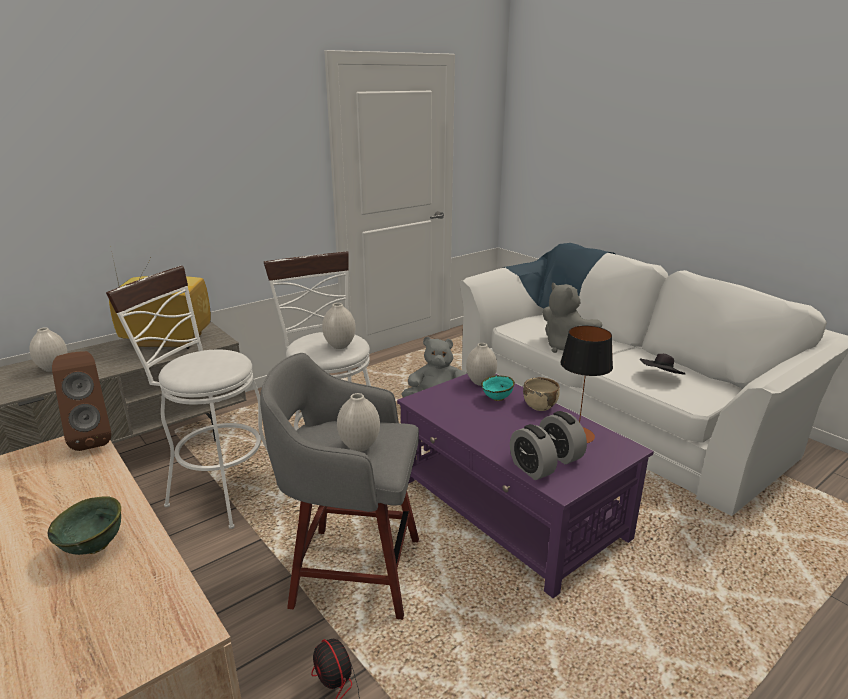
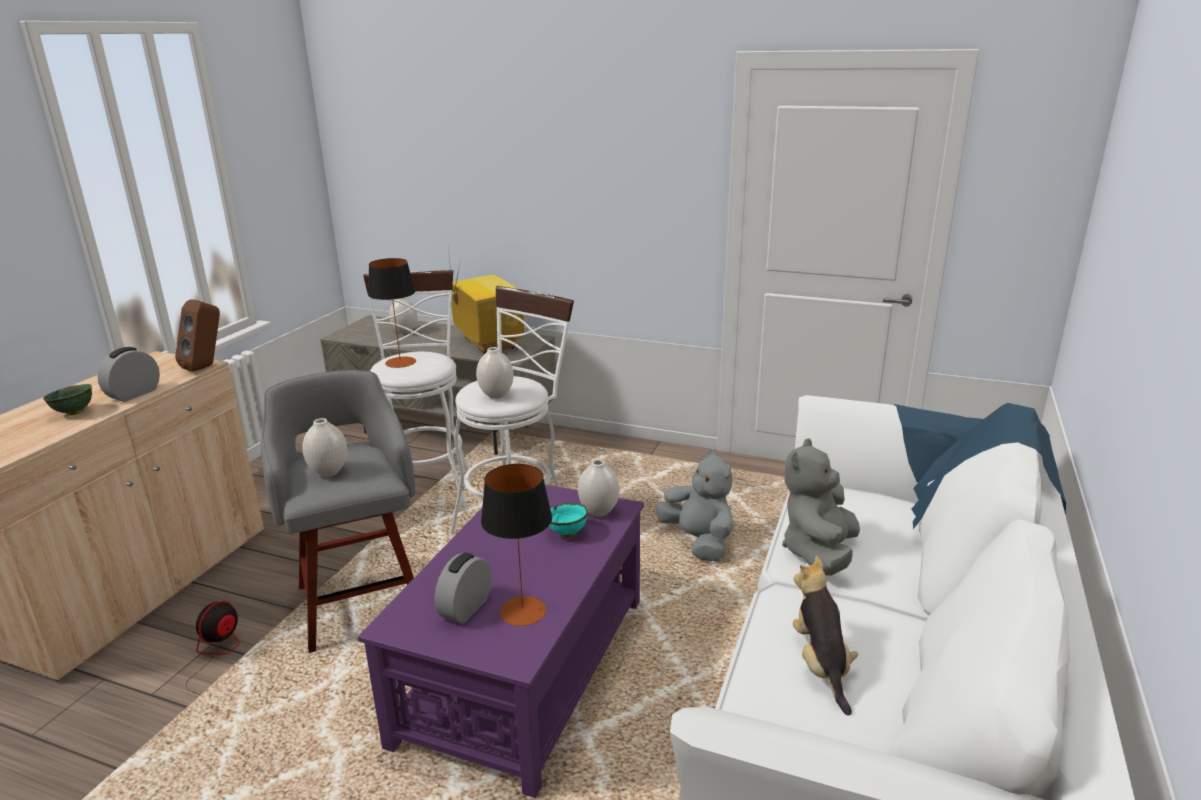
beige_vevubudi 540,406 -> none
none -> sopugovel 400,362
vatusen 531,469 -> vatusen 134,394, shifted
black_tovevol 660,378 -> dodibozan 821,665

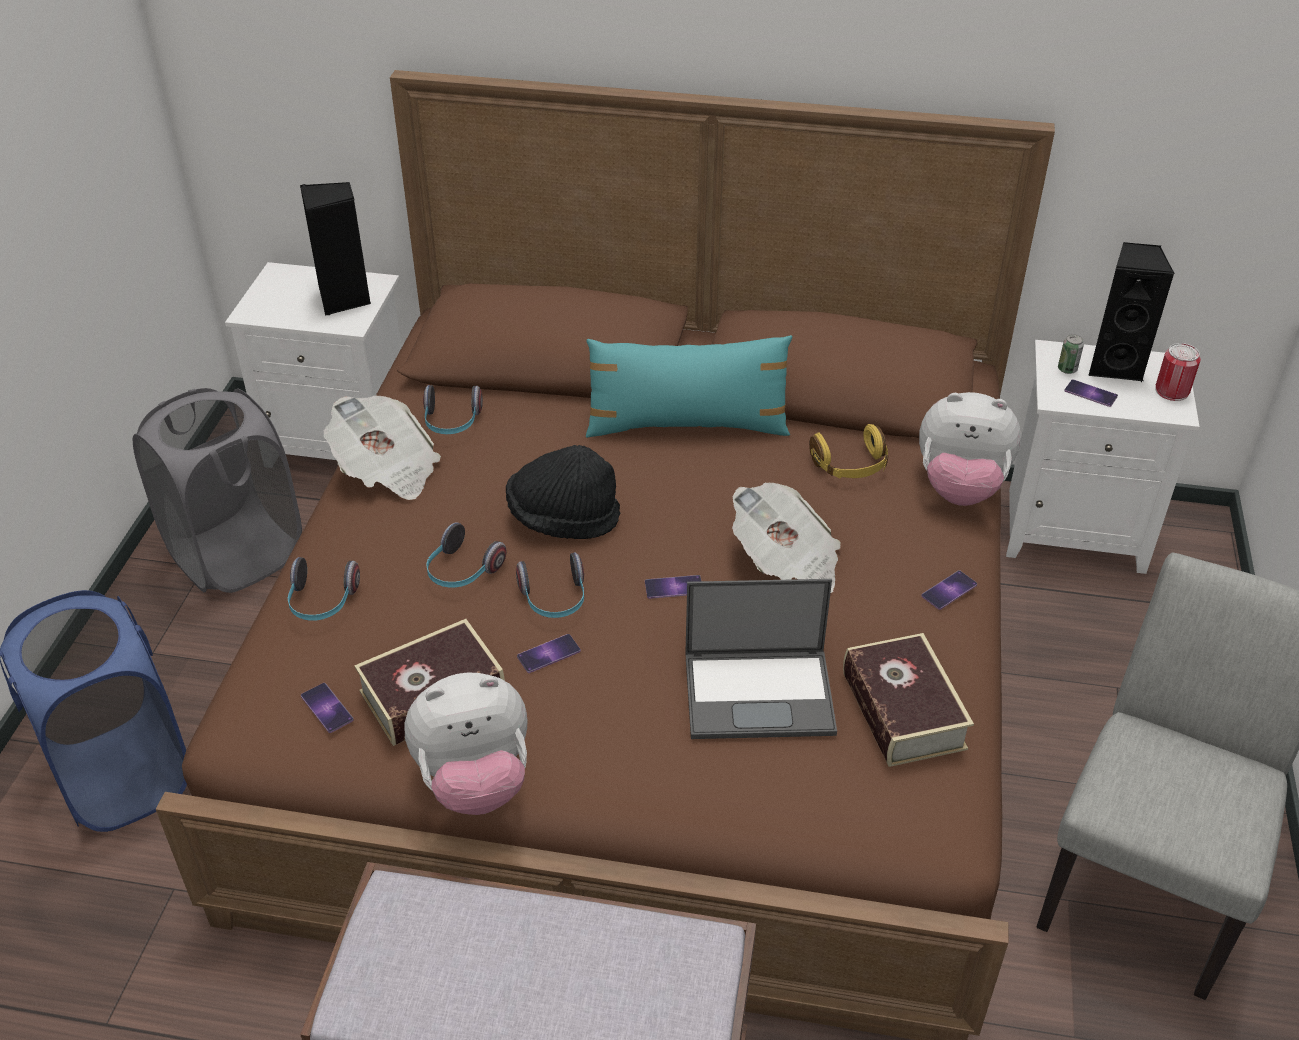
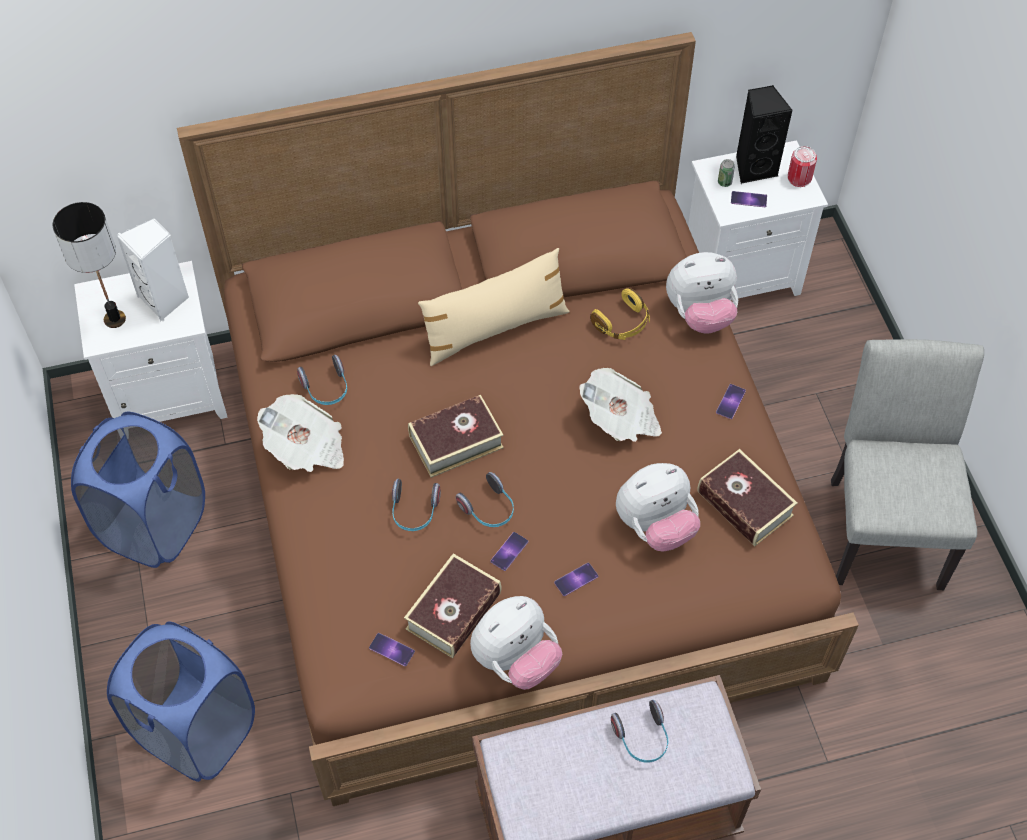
none -> sopugovel 115,320
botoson 322,602 -> botoson 642,738, shifted
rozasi 674,587 -> rozasi 576,579, shifted
black_tovevol 563,518 -> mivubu 456,442
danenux 761,693 -> dodibozan 655,526
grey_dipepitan 236,555 -> blue_dipepitan 154,526
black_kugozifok 344,299 -> white_kugozifok 165,300
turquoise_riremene 687,425 -> beige_riremene 495,329

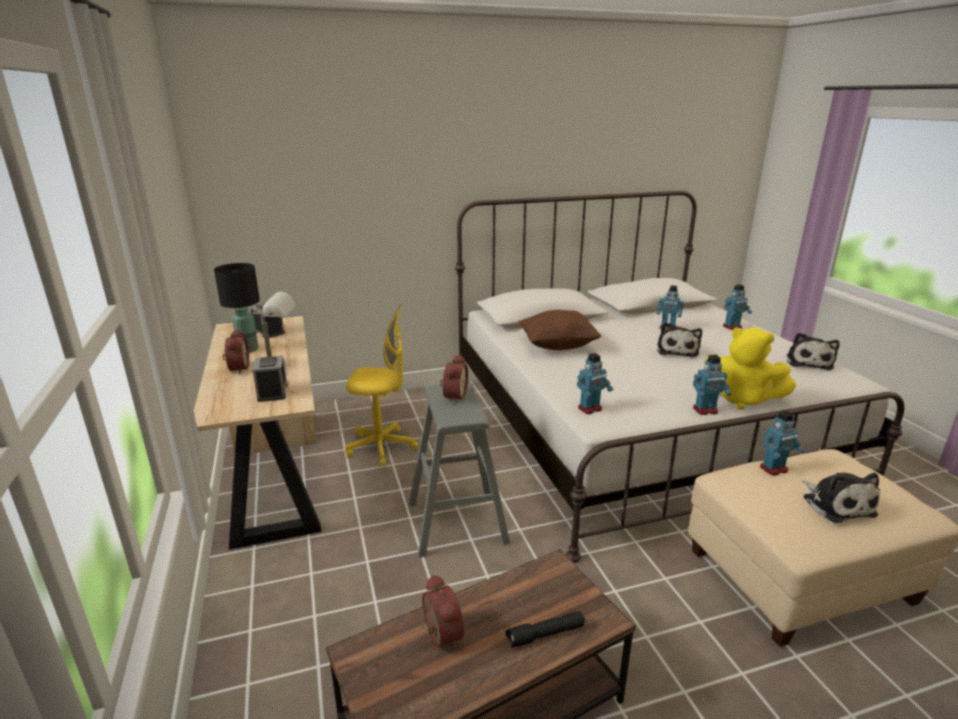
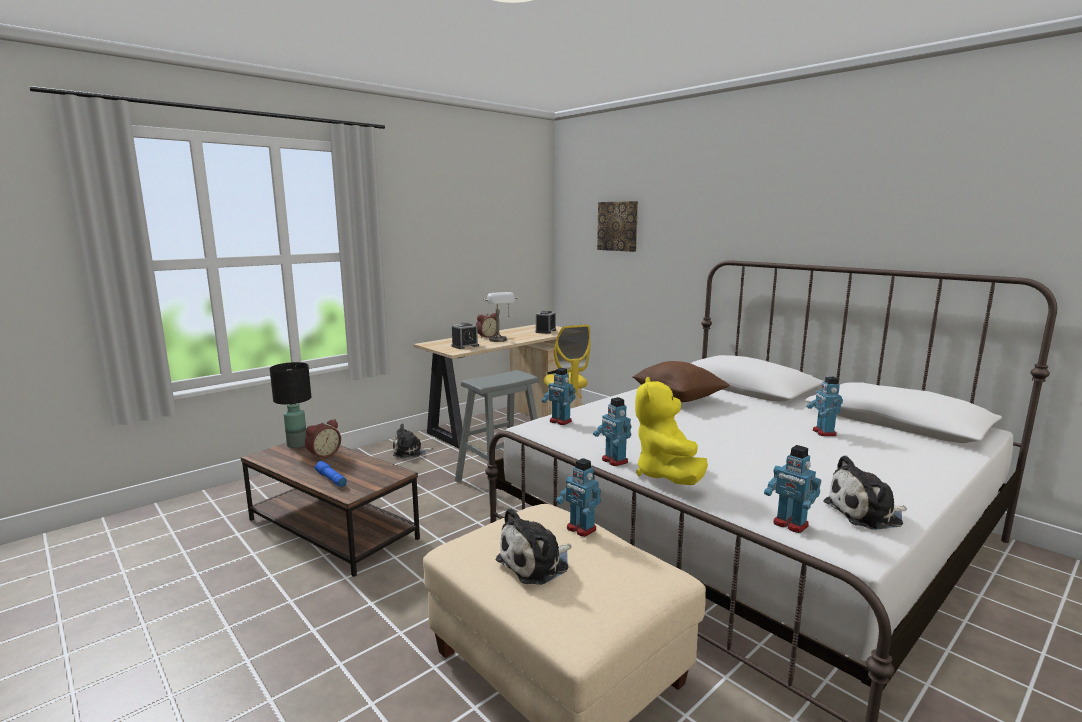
vatusen 453,396 -> none
none -> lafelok 618,226
black_sopugovel 248,349 -> black_sopugovel 296,445, shifted
dodibozan 677,350 -> dodibozan 410,452, shifted
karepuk 732,327 -> karepuk 790,524, shifted
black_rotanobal 545,635 -> blue_rotanobal 330,479

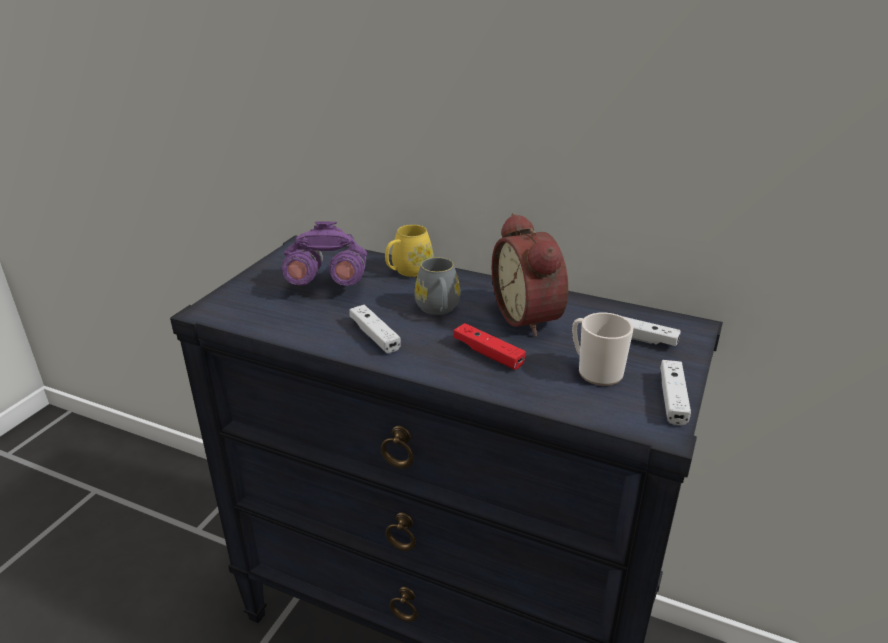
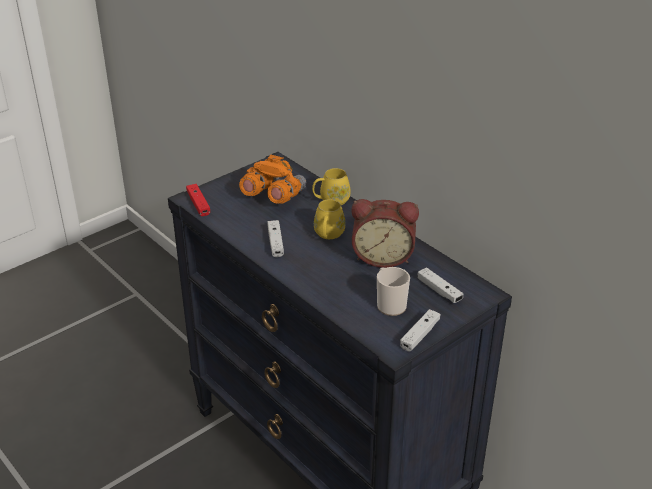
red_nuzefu 488,354 -> red_nuzefu 198,204, shifted
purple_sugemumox 328,283 -> orange_sugemumox 273,196
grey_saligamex 438,309 -> yellow_saligamex 328,235
vatusen 531,317 -> vatusen 383,256, 90 degrees counterclockwise

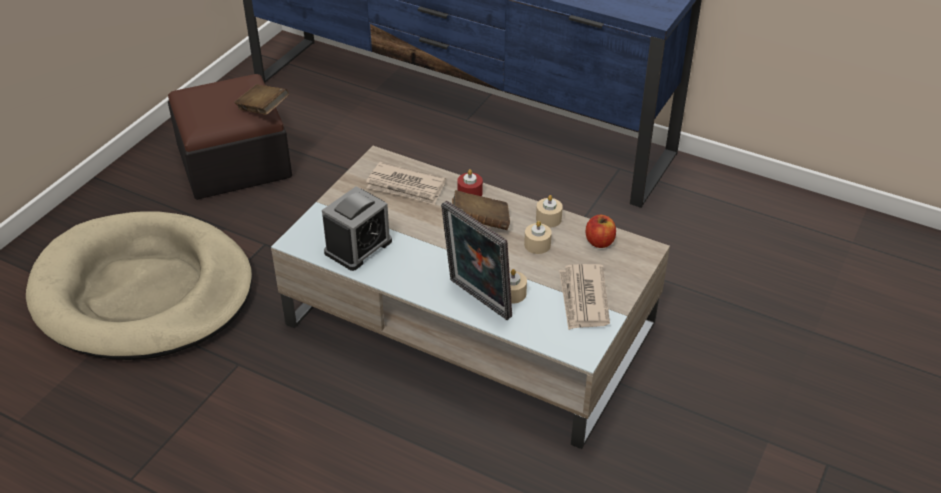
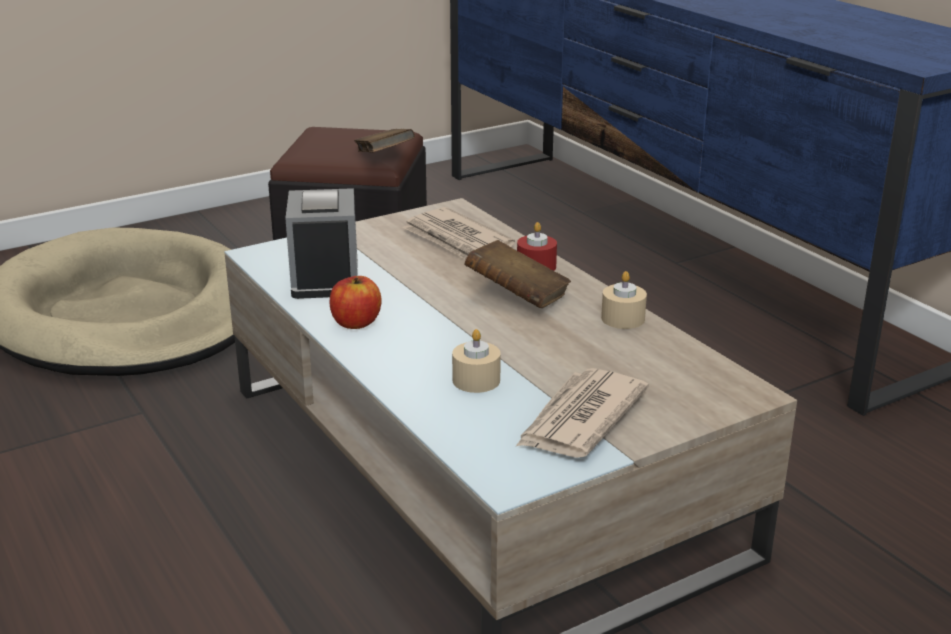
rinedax 477,300 -> none
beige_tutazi 537,245 -> none
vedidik 599,241 -> vedidik 356,323, shifted
vatusen 358,247 -> vatusen 325,277, 75 degrees counterclockwise

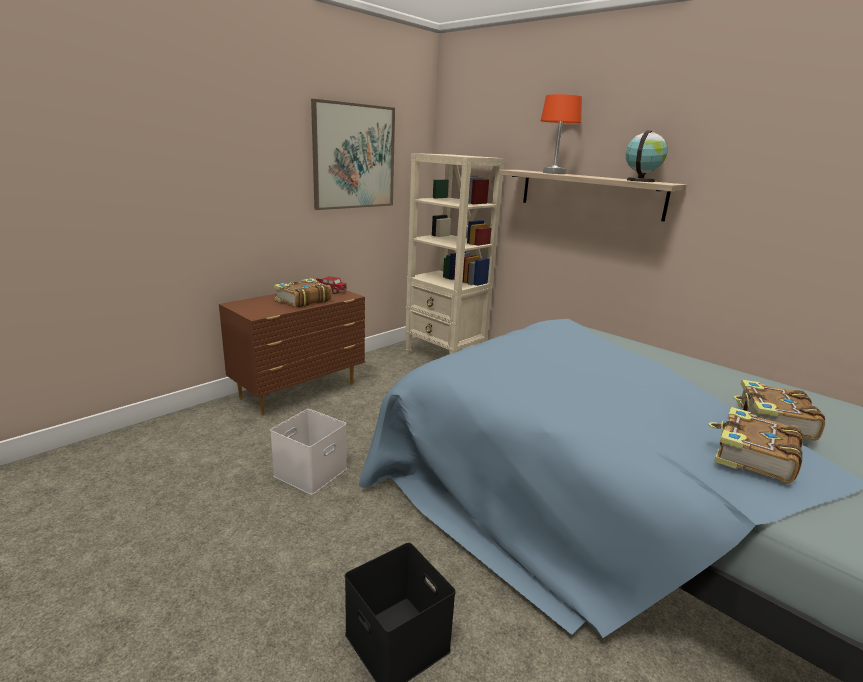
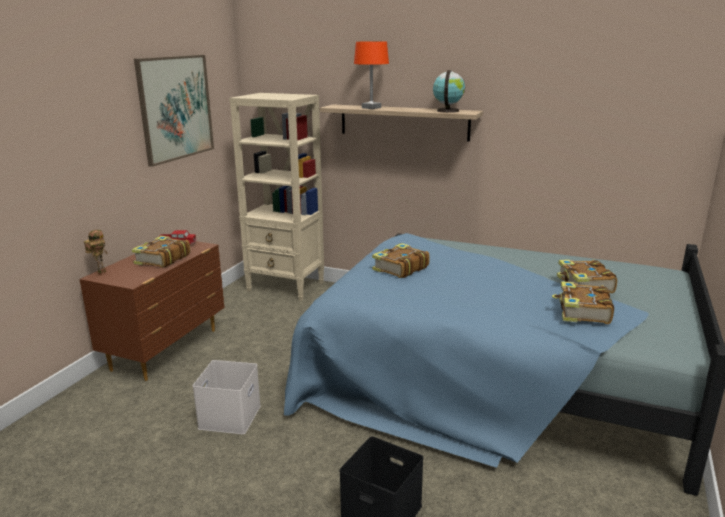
none -> karepuk 101,273
none -> mivubu 399,268

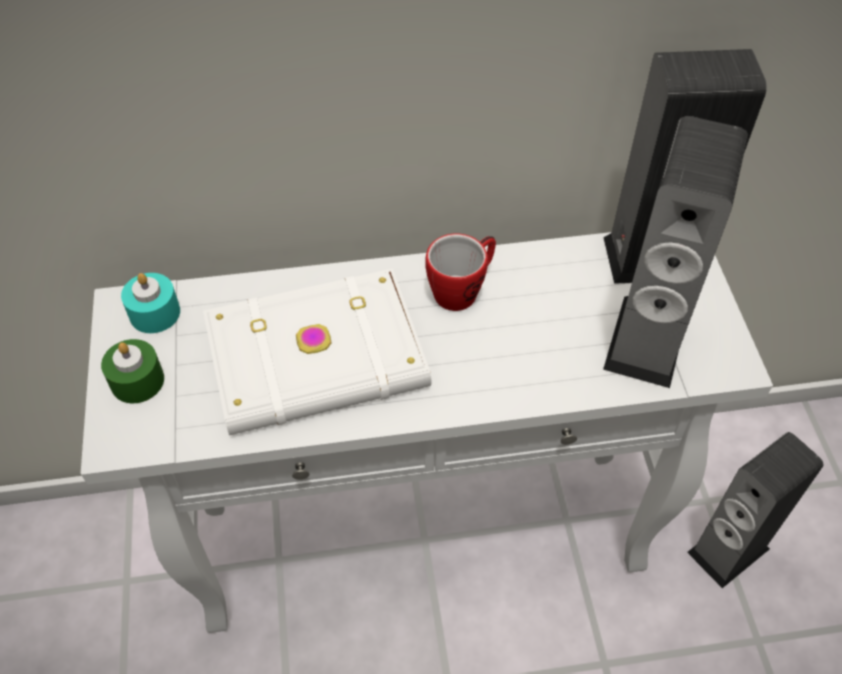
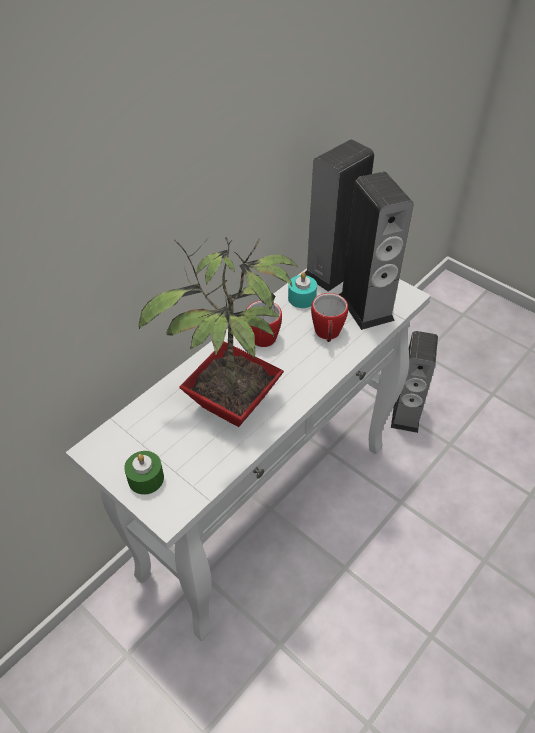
none -> saligamex 327,335
turquoise_tutazi 155,313 -> turquoise_tutazi 302,298, shifted
white_mivubu 319,360 -> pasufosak 231,407

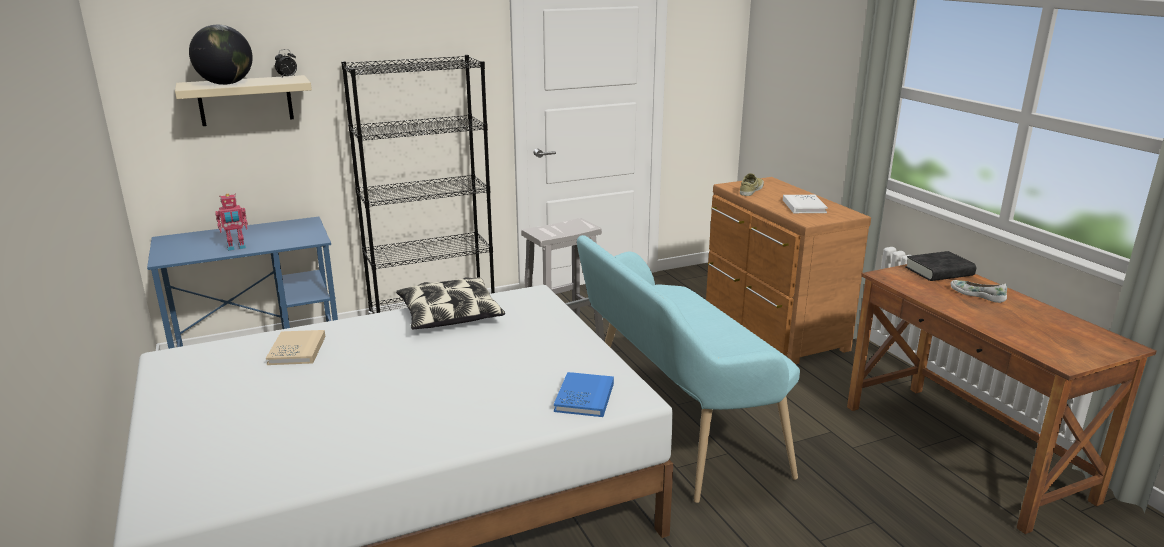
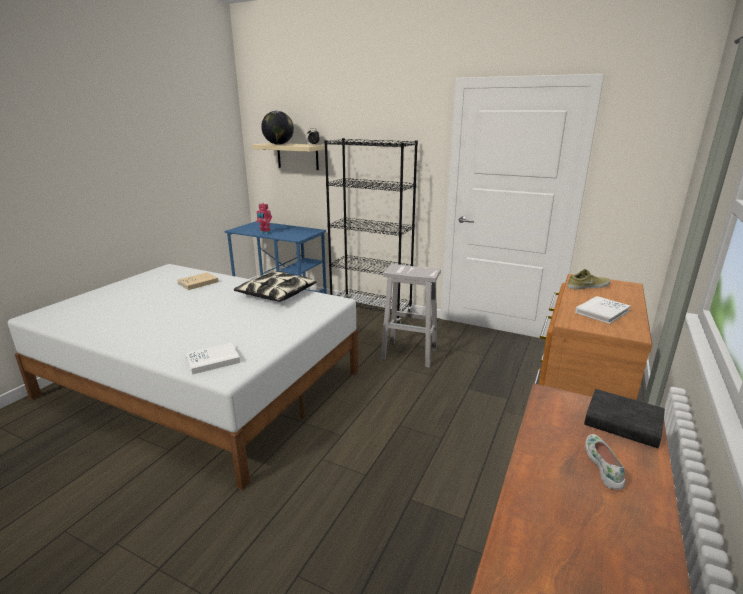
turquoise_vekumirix 673,429 -> none
blue_mivubu 584,397 -> white_mivubu 213,360

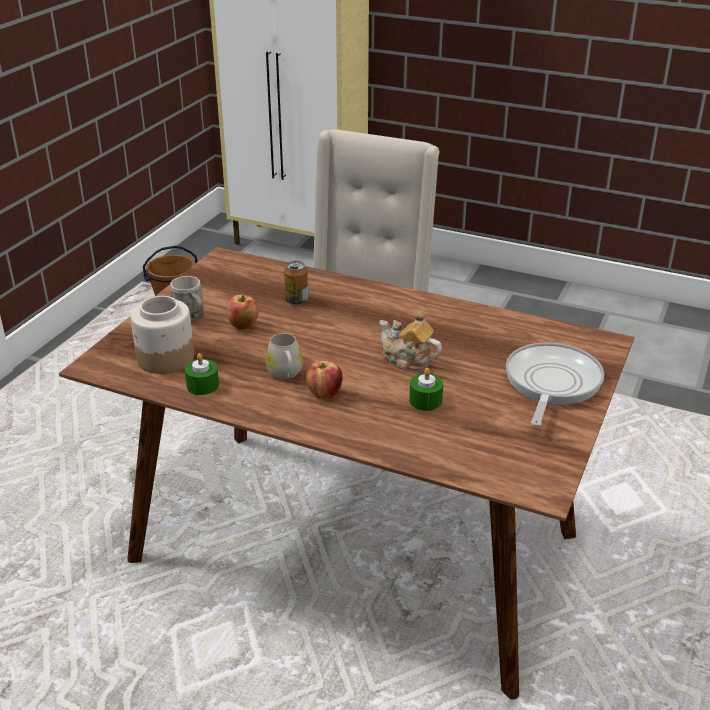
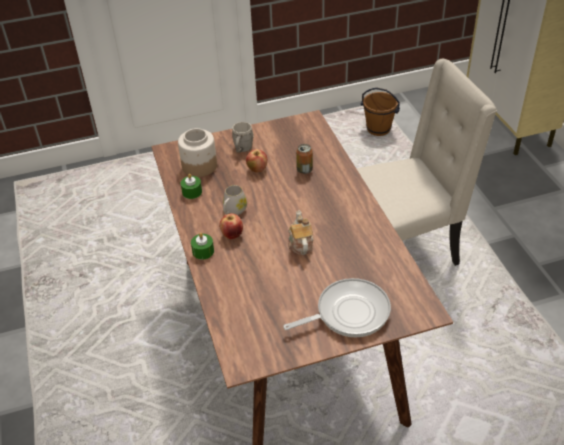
green_tutazi 425,401 -> green_tutazi 203,251, shifted

